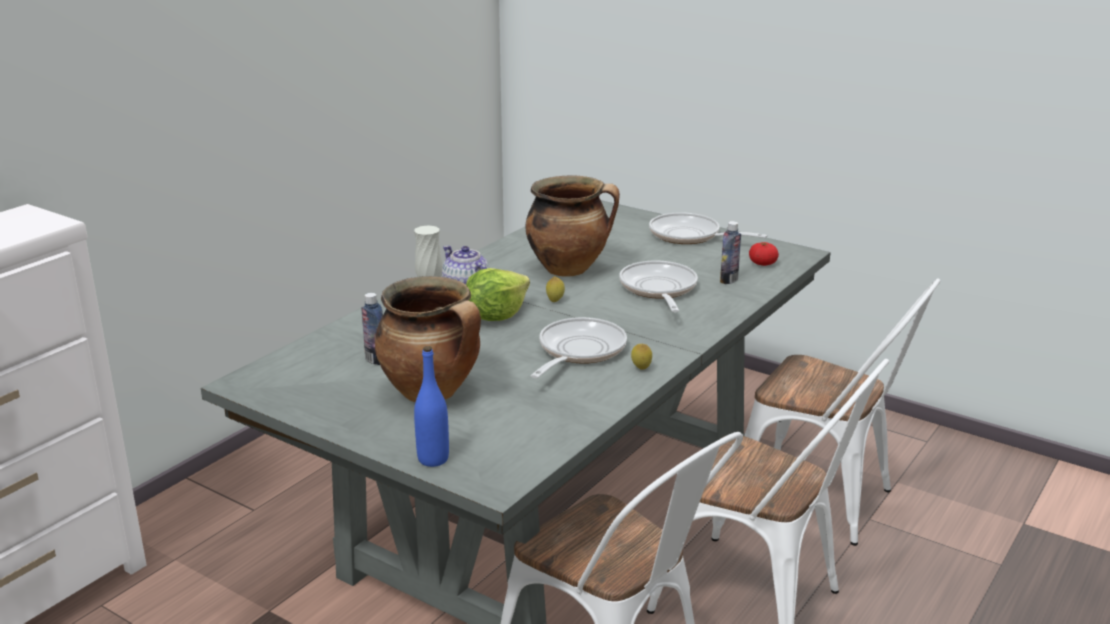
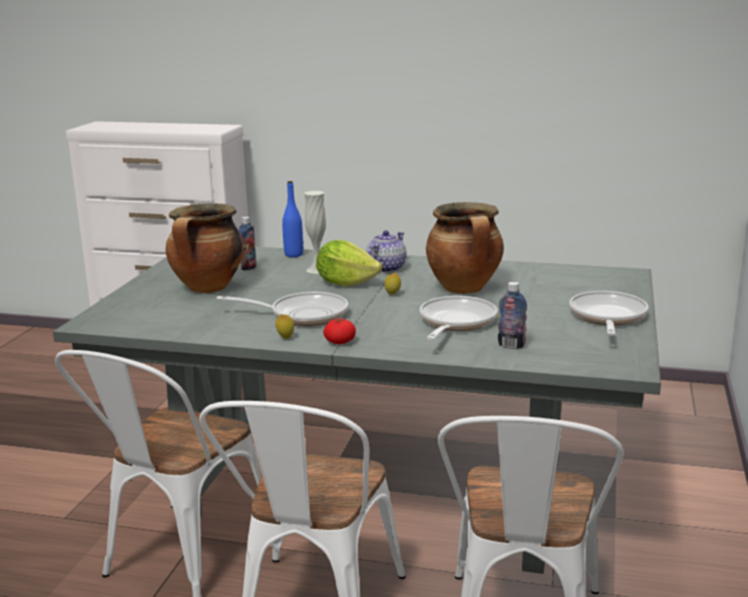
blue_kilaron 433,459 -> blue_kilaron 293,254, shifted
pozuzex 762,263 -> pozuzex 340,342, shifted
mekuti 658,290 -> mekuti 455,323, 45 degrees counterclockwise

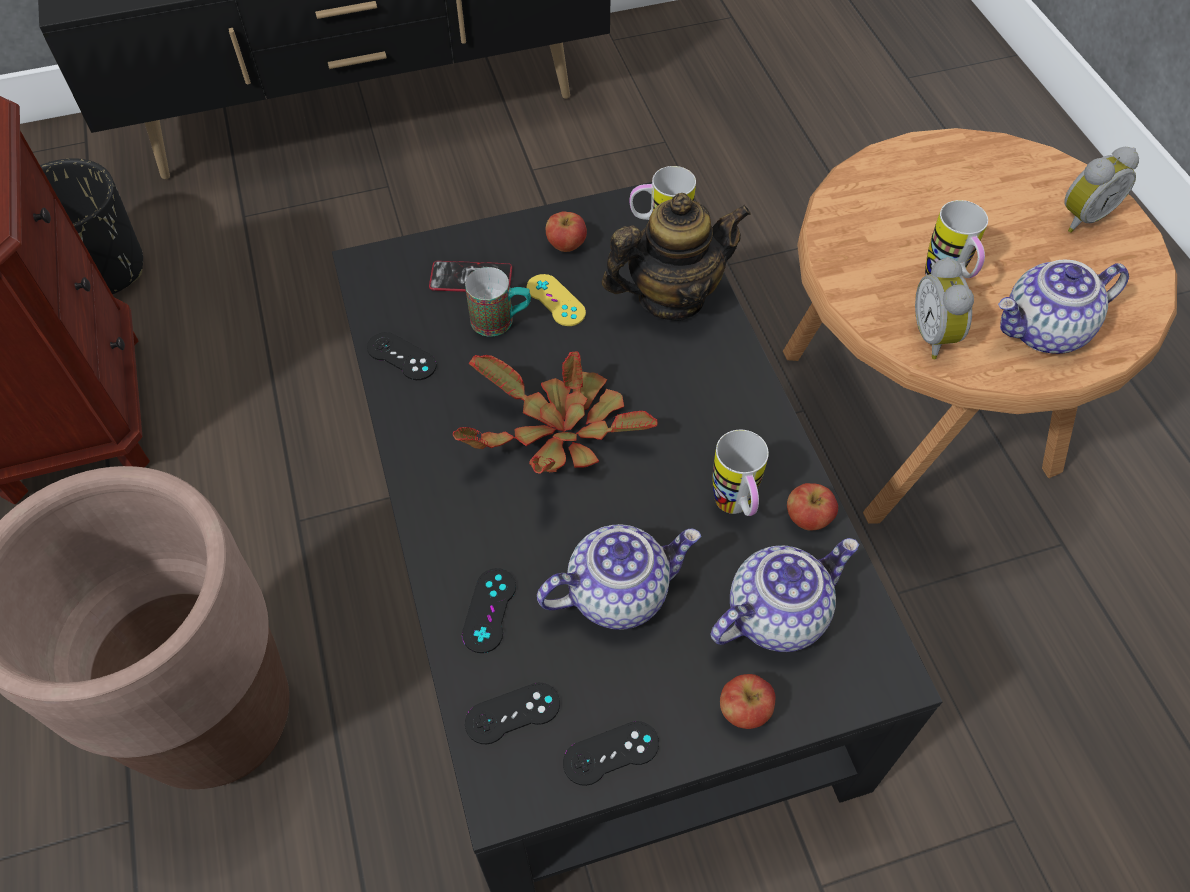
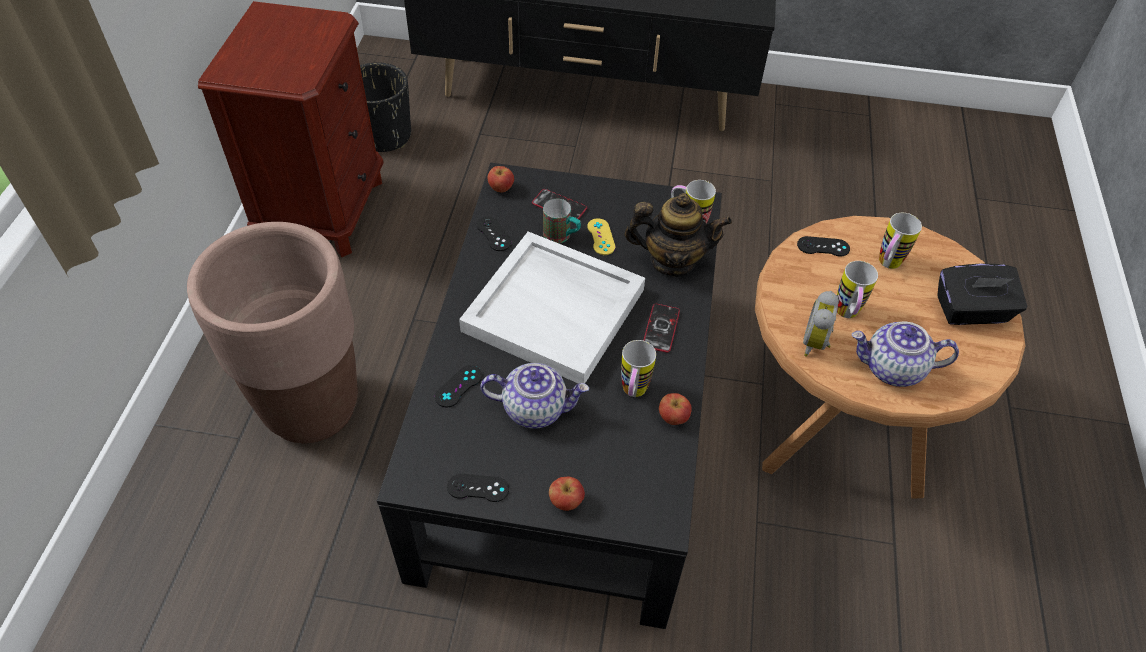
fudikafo 776,613 -> none
none -> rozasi 661,328
none -> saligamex 886,265
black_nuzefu 512,713 -> black_nuzefu 823,246, shifted
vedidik 566,245 -> vedidik 501,188, shifted
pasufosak 558,432 -> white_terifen 556,310
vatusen 1081,216 -> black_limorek 971,311

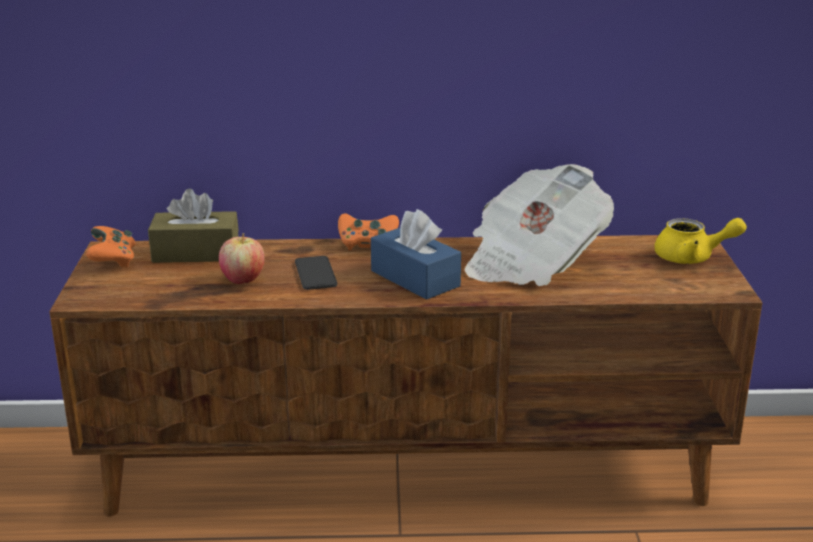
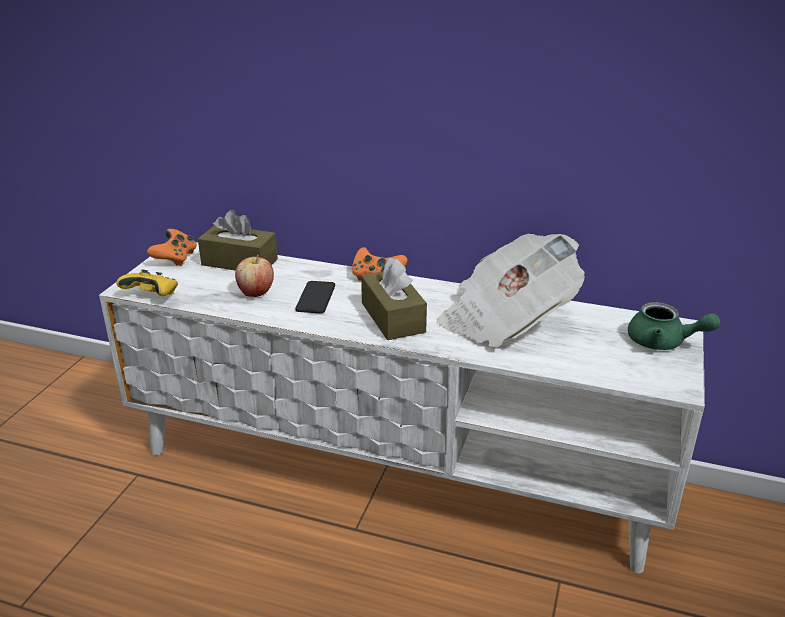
none -> yellow_nuzefu 153,296
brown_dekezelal 408,468 -> white_dekezelal 395,470
blue_limorek 415,278 -> brown_limorek 393,317
yellow_fudikafo 692,257 -> green_fudikafo 663,342

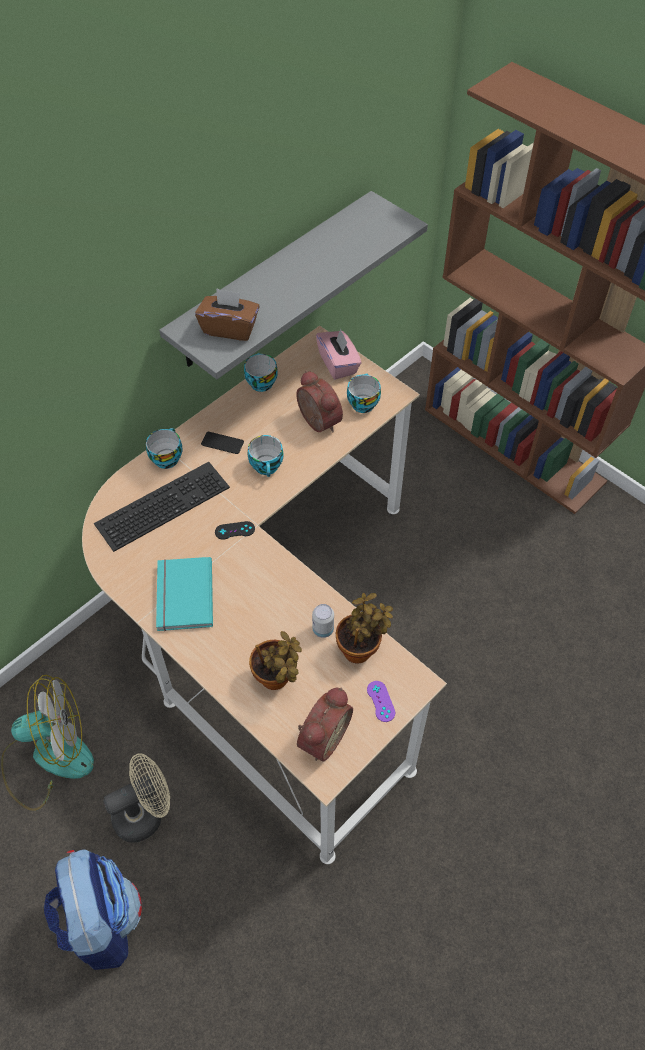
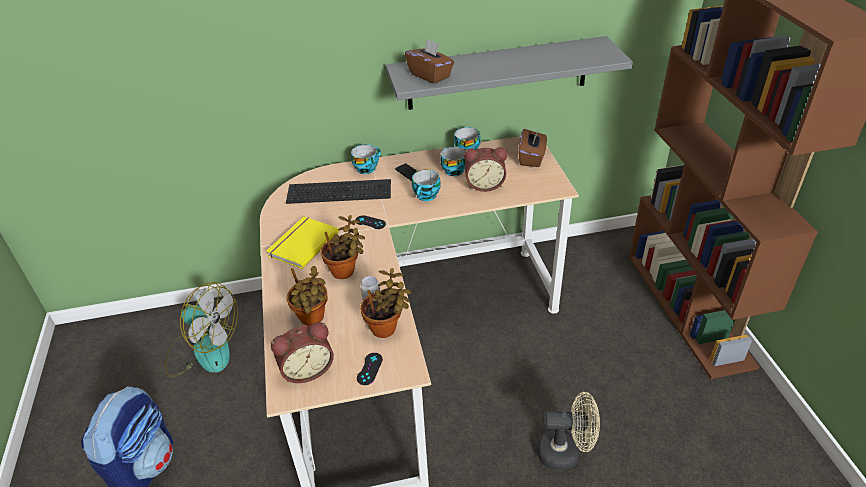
none -> pasufosak 346,272
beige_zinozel 145,813 -> beige_zinozel 565,452, shifted
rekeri 362,403 -> rekeri 454,170, shifted
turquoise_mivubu 182,596 -> yellow_mivubu 301,244
pink_limorek 338,364 -> brown_limorek 531,158
purple_nuzefu 381,701 -> black_nuzefu 369,369
vatusen 316,422 -> vatusen 484,184, 90 degrees clockwise

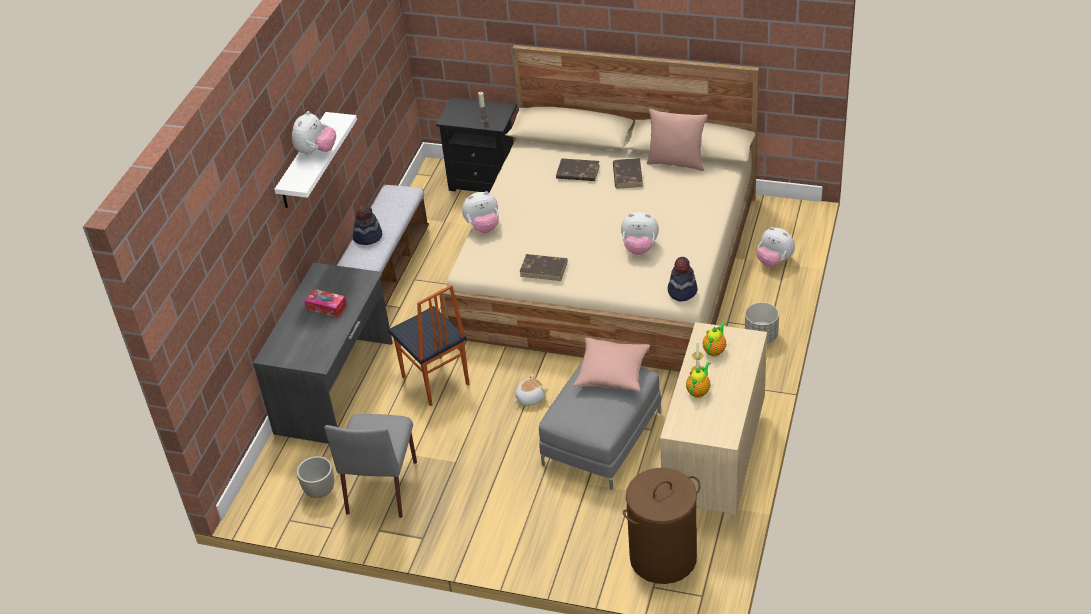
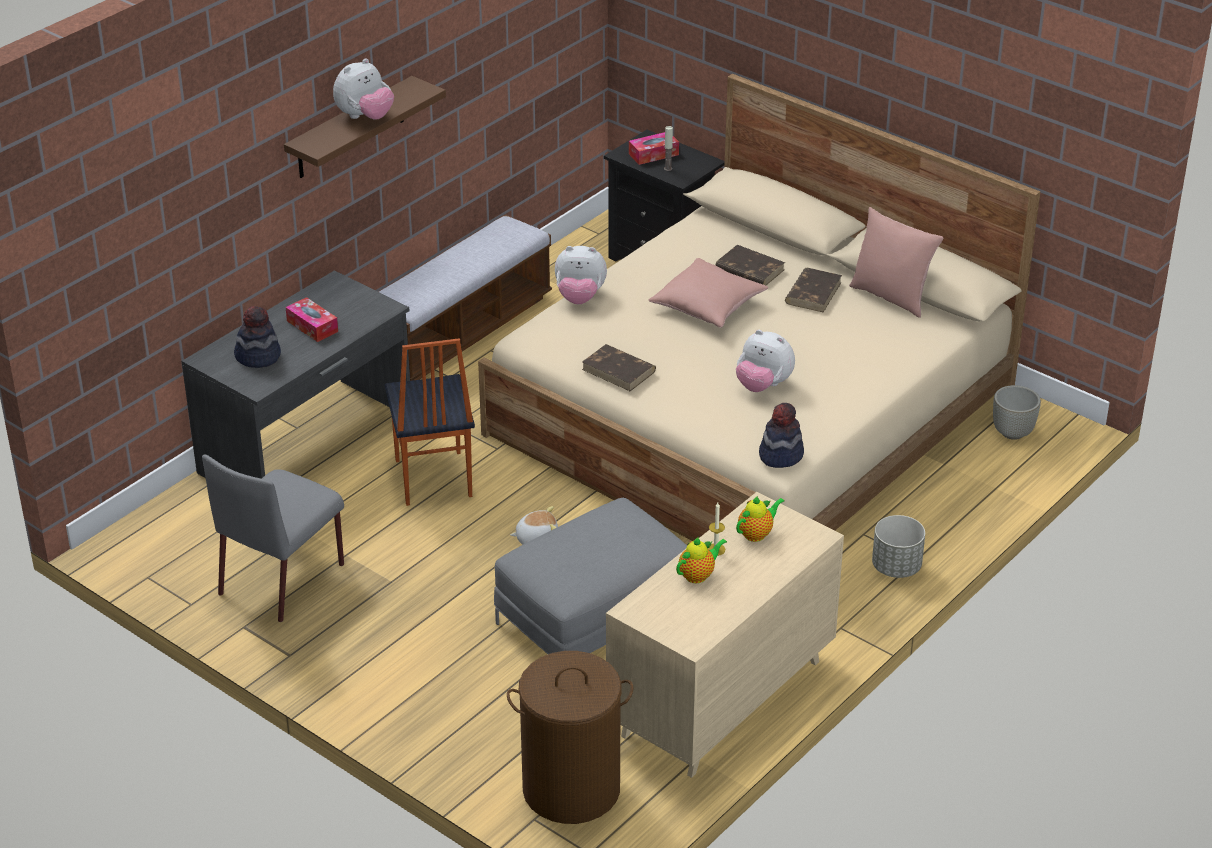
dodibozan 774,261 -> none
none -> limorek 653,154
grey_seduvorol 319,491 -> grey_seduvorol 1012,432, shifted
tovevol 368,236 -> tovevol 258,356, shifted
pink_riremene 612,373 -> pink_riremene 708,306, shifted
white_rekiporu 303,162 -> brown_rekiporu 350,128

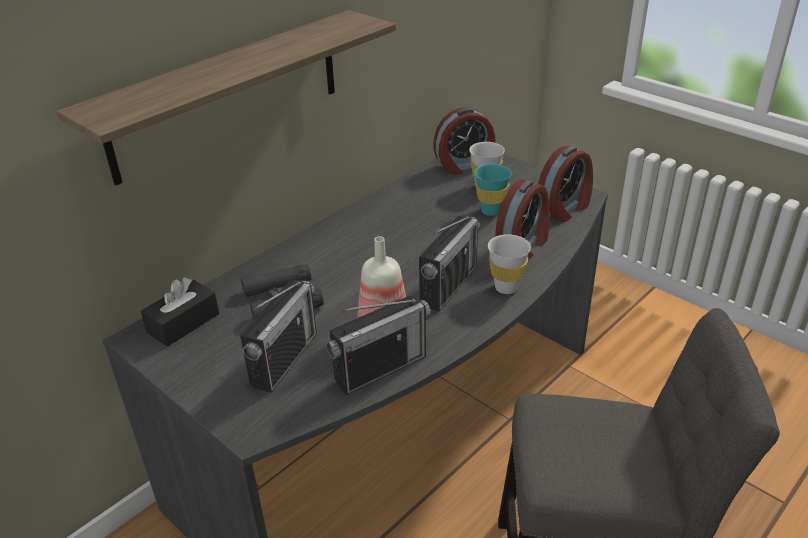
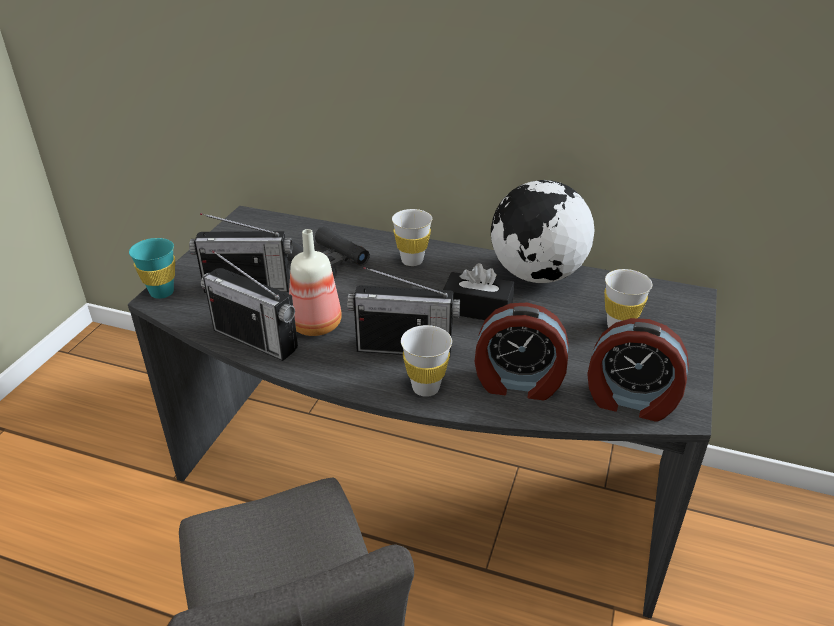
rekiporu 228,94 -> none
vatusen 465,166 -> none
none -> white_rekeri 412,261
none -> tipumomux 536,275
black_limorek 183,323 -> black_limorek 477,309, shifted
turquoise_rekeri 491,211 -> turquoise_rekeri 162,292, shifted

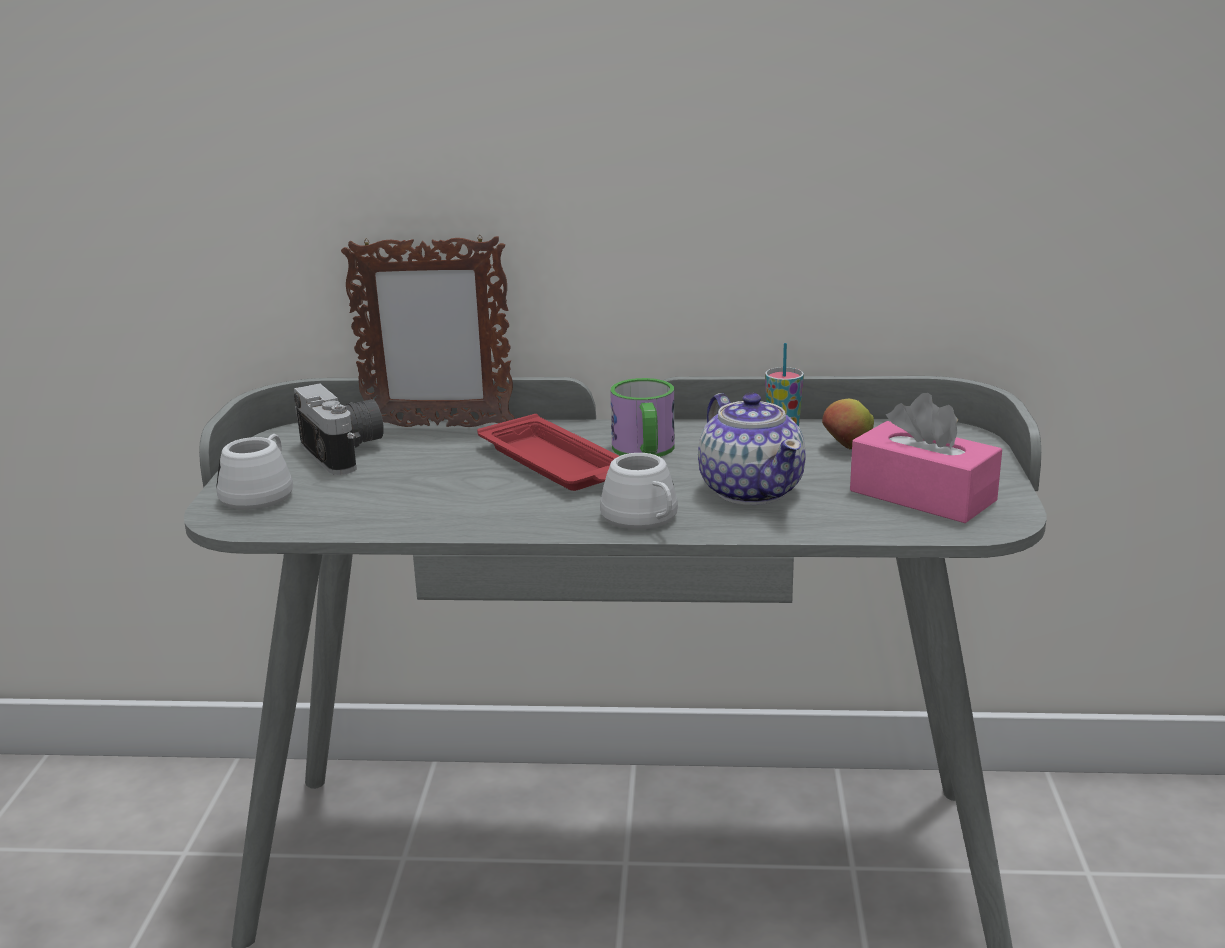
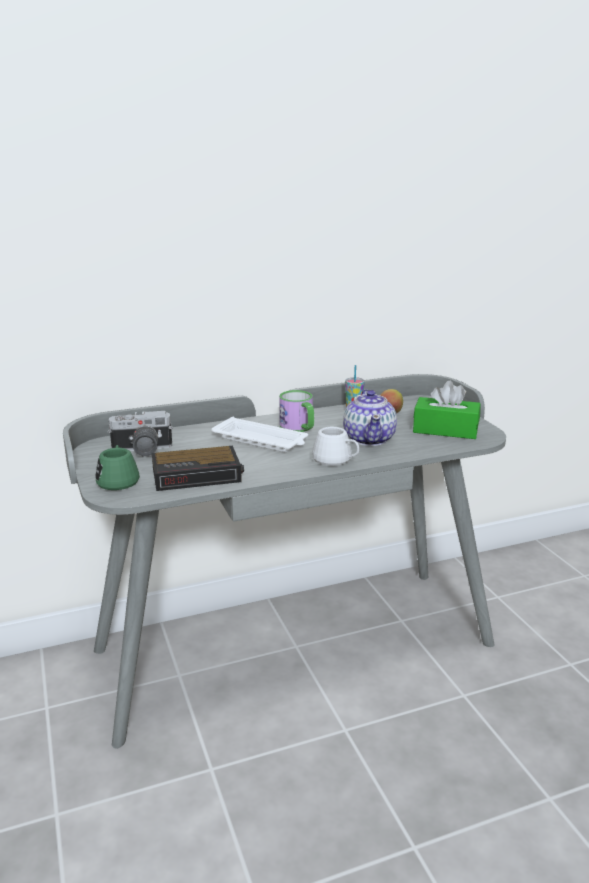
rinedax 438,426 -> none
none -> vatusen 198,475
white_saligamex 261,493 -> green_saligamex 118,480
red_terifen 554,464 -> white_terifen 261,440
pink_limorek 922,496 -> green_limorek 445,430
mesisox 347,452 -> mesisox 141,451, 135 degrees clockwise
fudikafo 751,490 -> fudikafo 369,439, 45 degrees clockwise

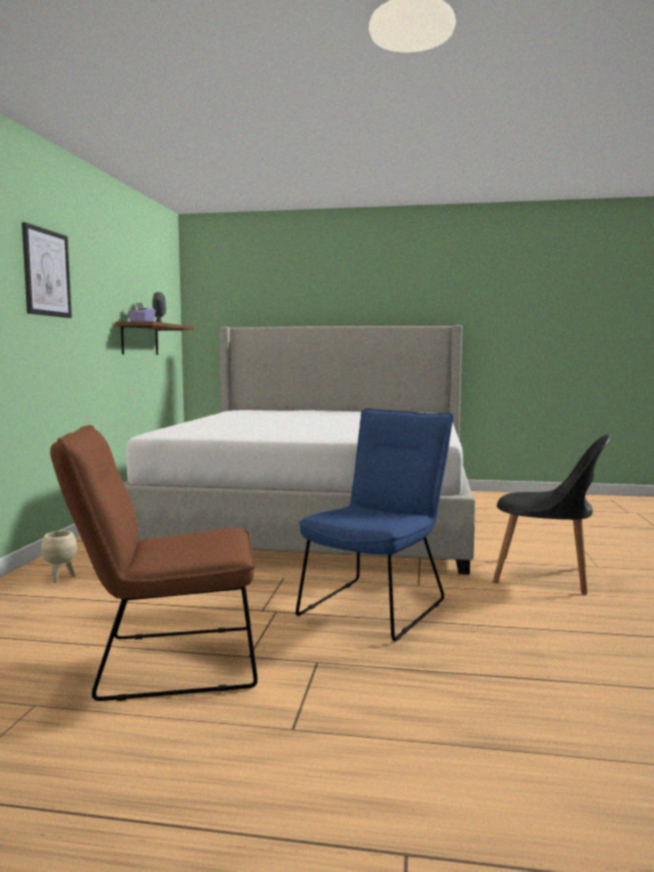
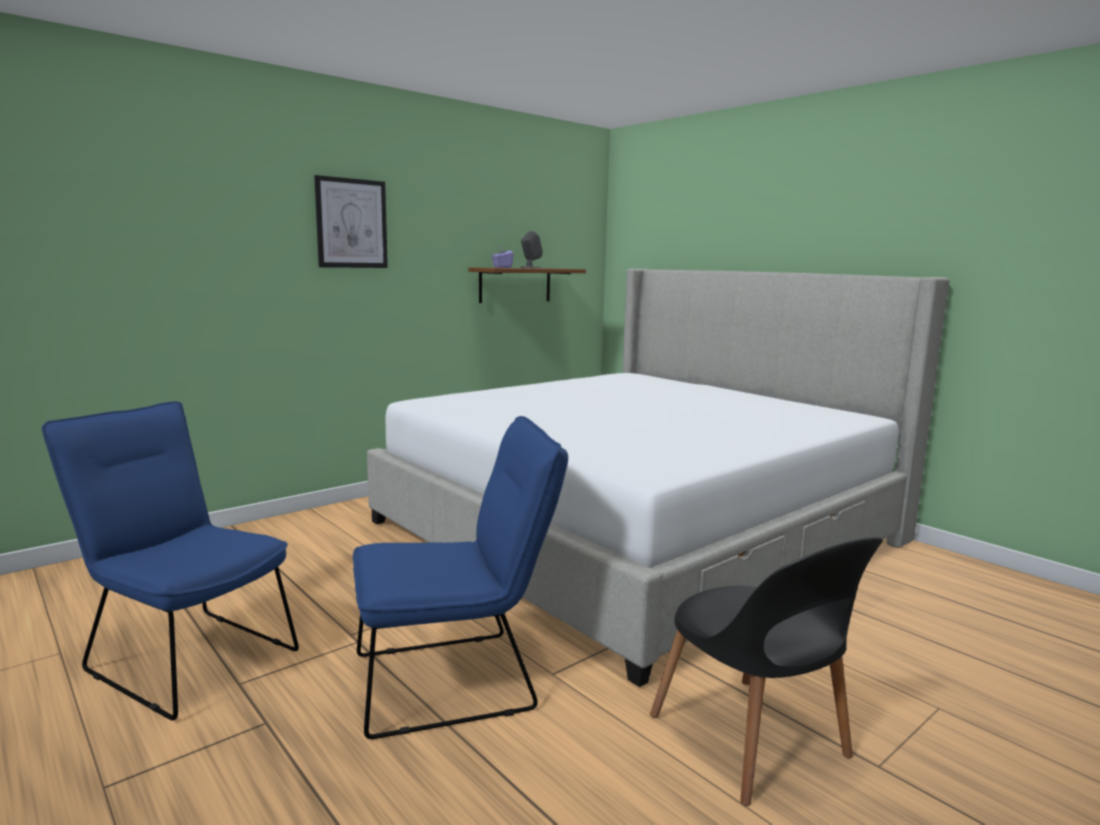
beige_seduvorol 61,578 -> none
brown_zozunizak 166,662 -> blue_zozunizak 185,656

